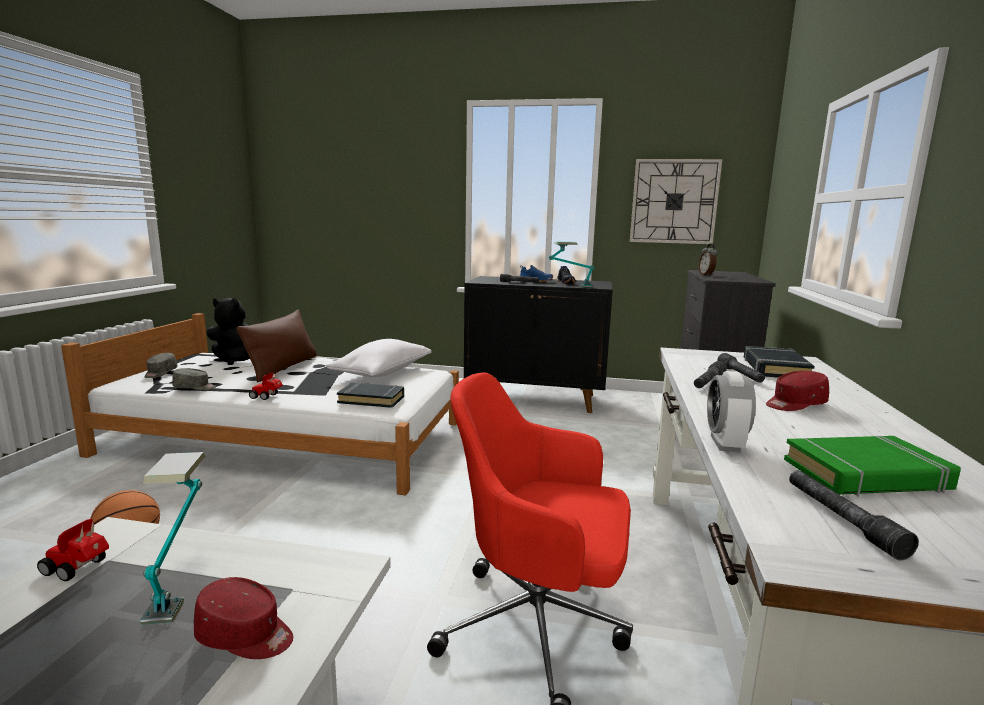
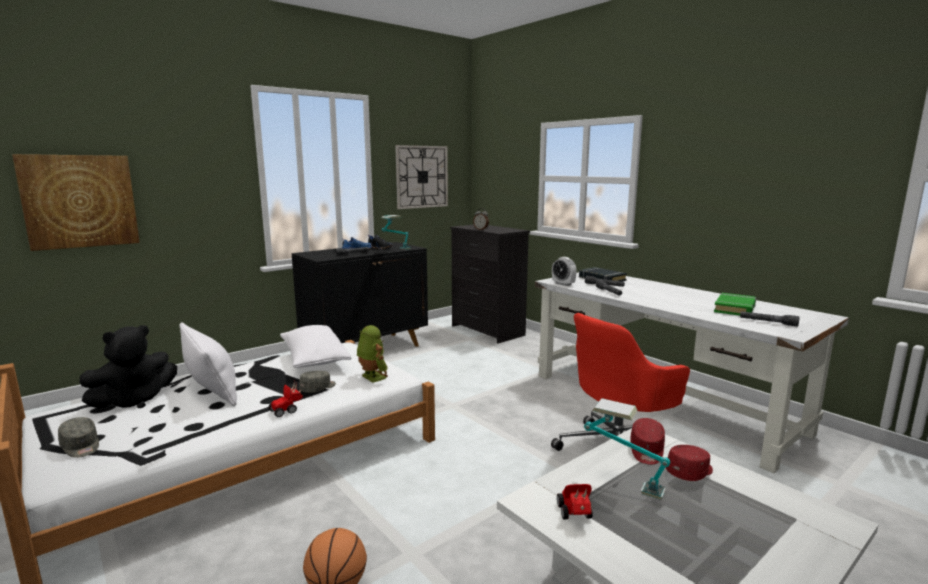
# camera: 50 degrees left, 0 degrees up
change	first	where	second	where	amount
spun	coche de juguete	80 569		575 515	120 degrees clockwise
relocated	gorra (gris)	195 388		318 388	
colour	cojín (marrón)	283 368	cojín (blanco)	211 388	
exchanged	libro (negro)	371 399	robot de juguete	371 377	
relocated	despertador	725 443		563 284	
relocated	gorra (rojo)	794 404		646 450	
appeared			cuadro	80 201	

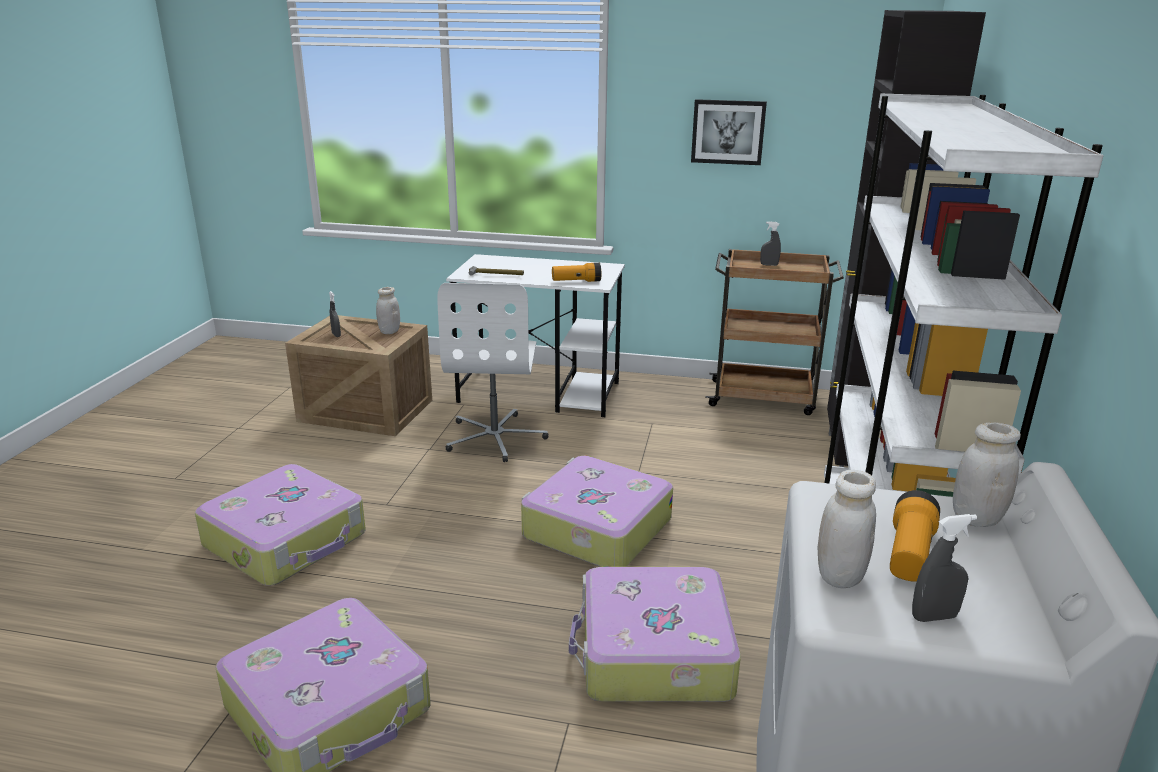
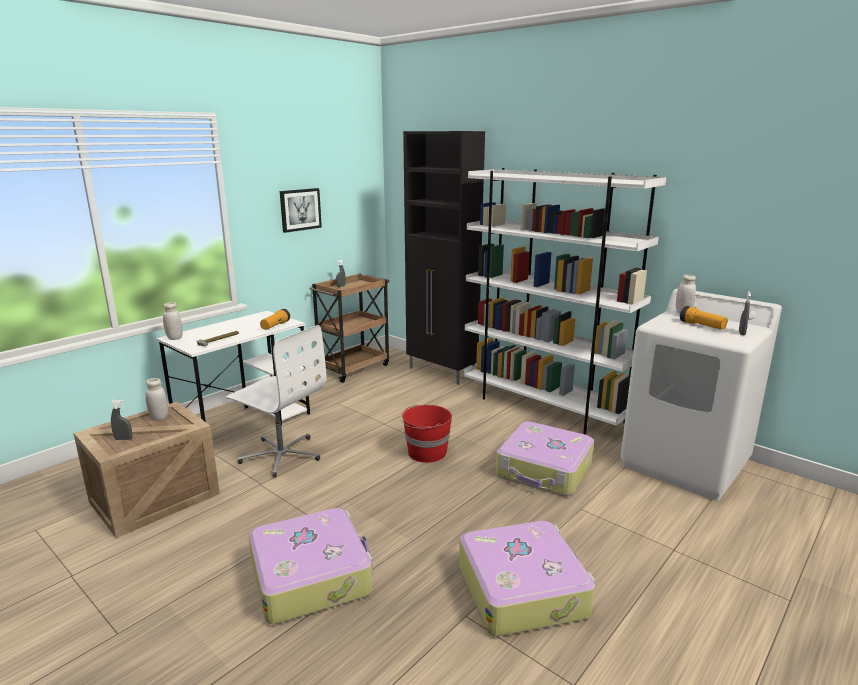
# camera: 60 degrees left, 5 degrees down
change	first	where	second	where	amount
exchanged	maleta	595 528	cubo (rojo)	426 453	
relocated	tarro (blanco)	839 576		174 338	

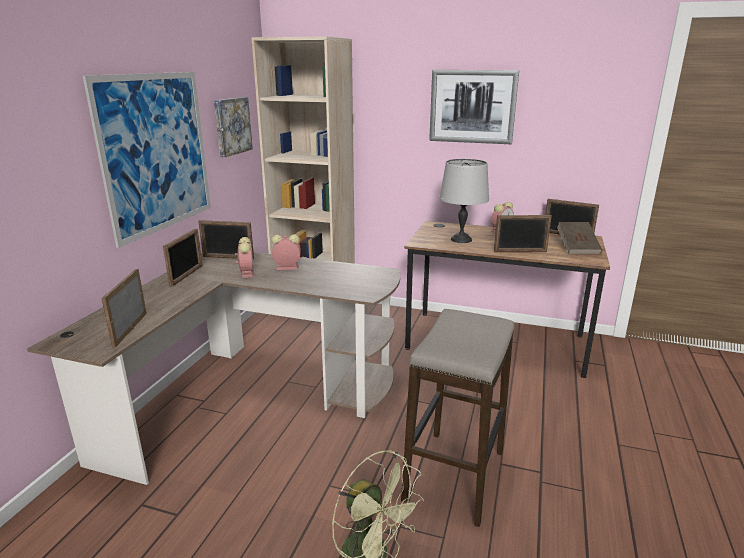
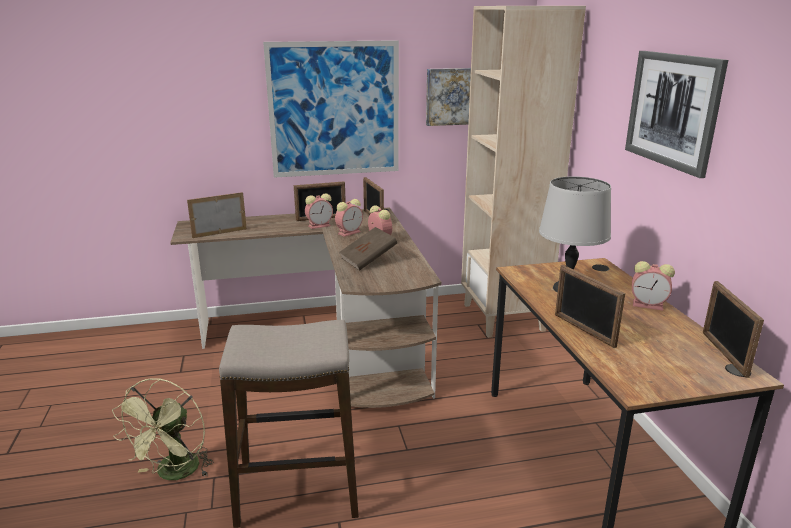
# camera: 60 degrees right, 0 degrees up
change	first	where	second	where	amount
relocated	libro (marrón)	577 248		368 260	
appeared			despertador	320 225	

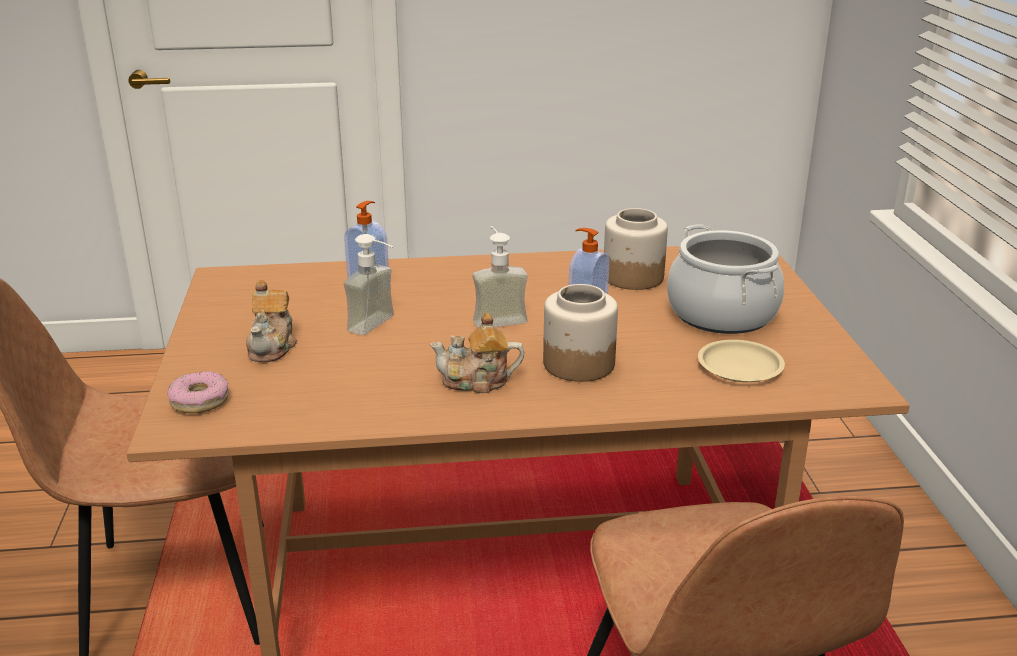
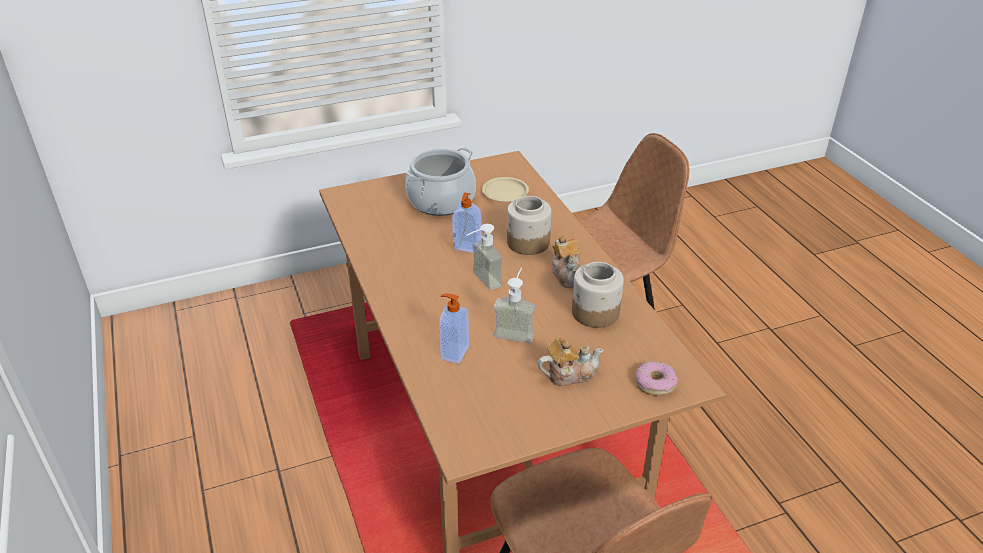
# camera: 105 degrees left, 10 degrees up
change	first	where	second	where	amount
relocated	tarro	632 277		595 313	

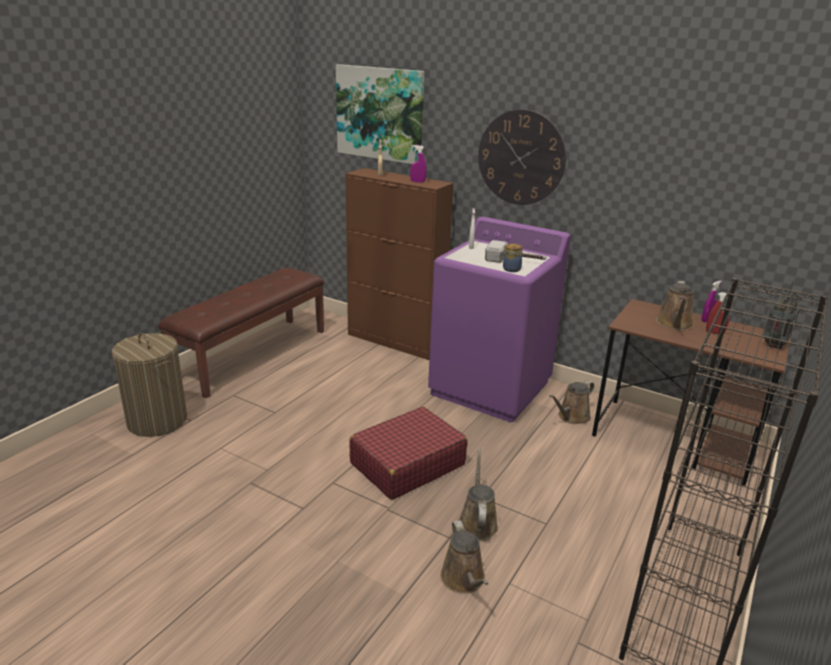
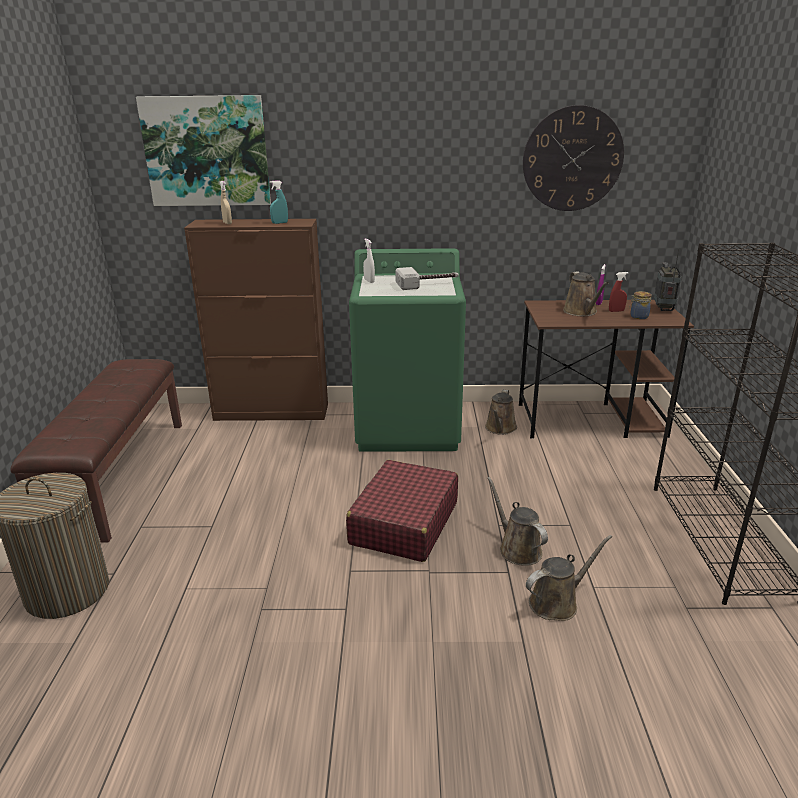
# camera: 30 degrees left, 0 degrees up
change	first	where	second	where	amount
colour	pulverizador (morado)	417 182	pulverizador (turquesa)	279 223	
colour	lavadora (morado)	491 388	lavadora (verde)	408 427	
spun	regadera (marrón)	464 580		557 602	75 degrees counterclockwise
relocated	reloj de pared	521 158		572 159	
relocated	tarro	510 269		638 316	

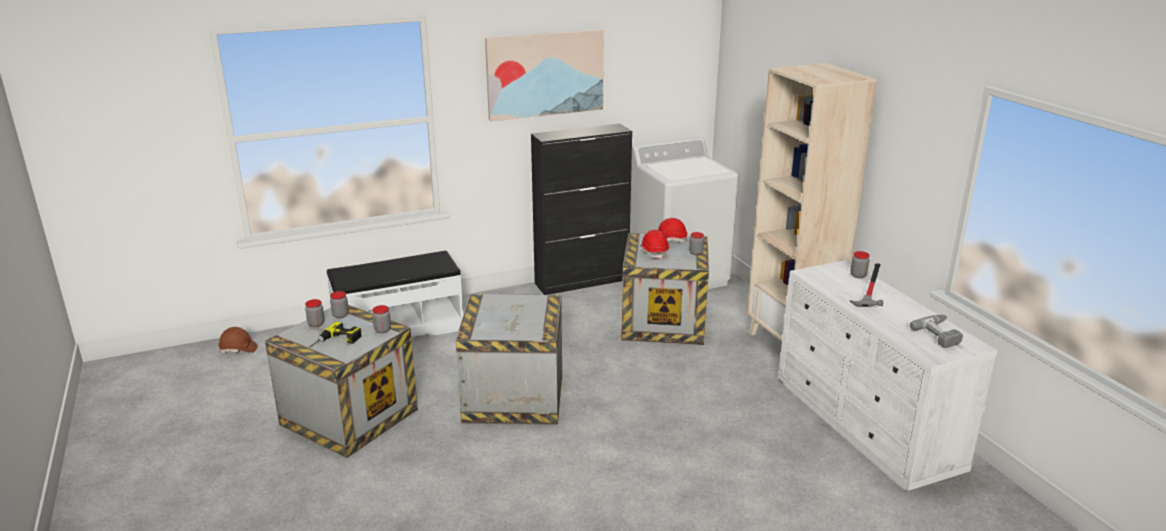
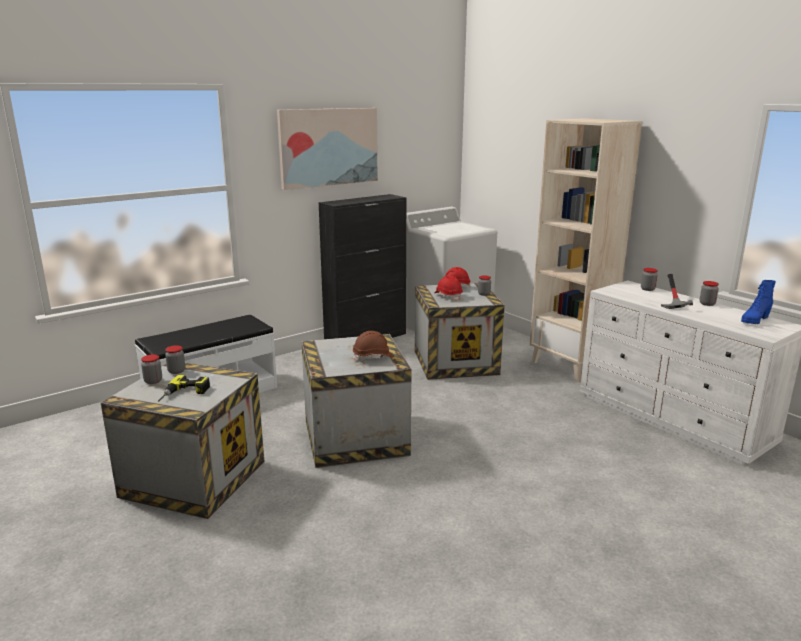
# camera: 15 degrees left, 5 degrees down
change	first	where	second	where	amount
relocated	casco (marrón)	238 350		373 357	
relocated	tarro	382 330		707 304	
exchanged	taladro	941 334	bota (azul)	754 320	

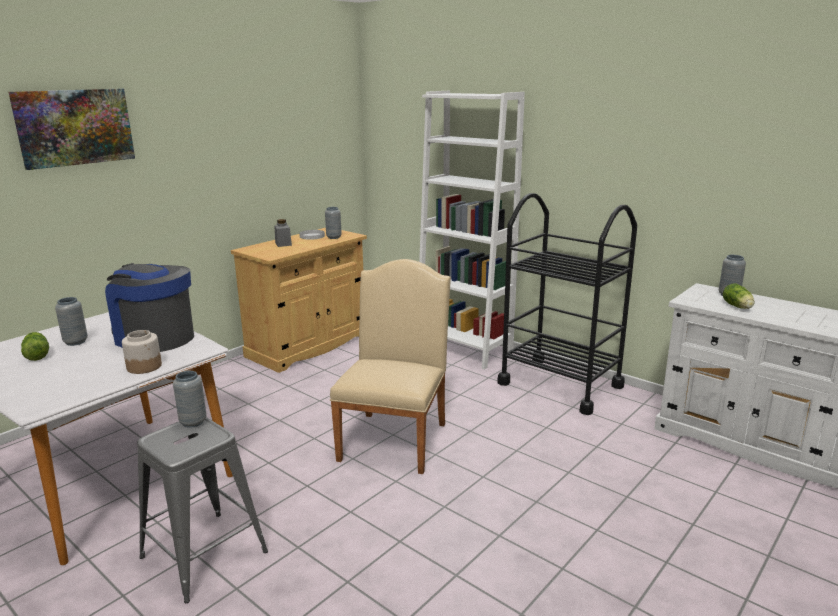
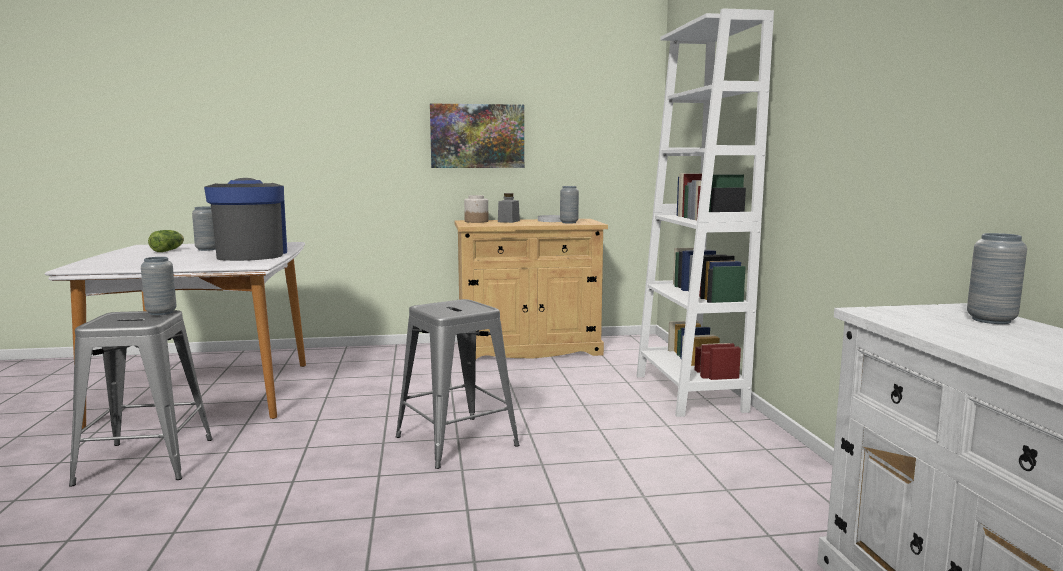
# camera: 40 degrees right, 10 degrees down
change	first	where	second	where	amount
relocated	cuadro	75 127		477 136	
relocated	tarro	144 366		476 221	
exchanged	silla (beis)	396 437	taburete (gris)	455 441	
missing	carrito (negro)	560 385			
missing	lechuga	738 307			

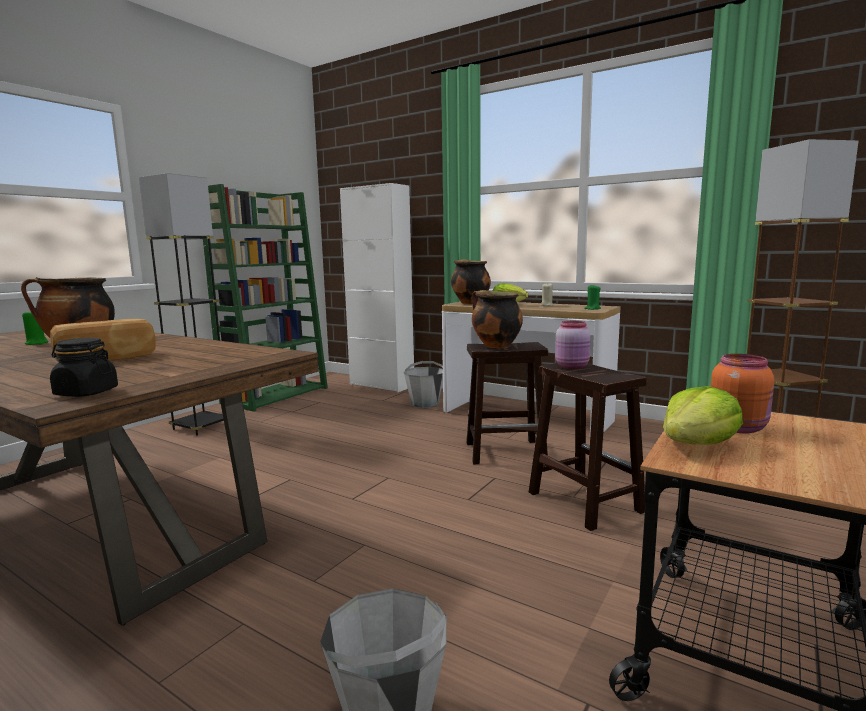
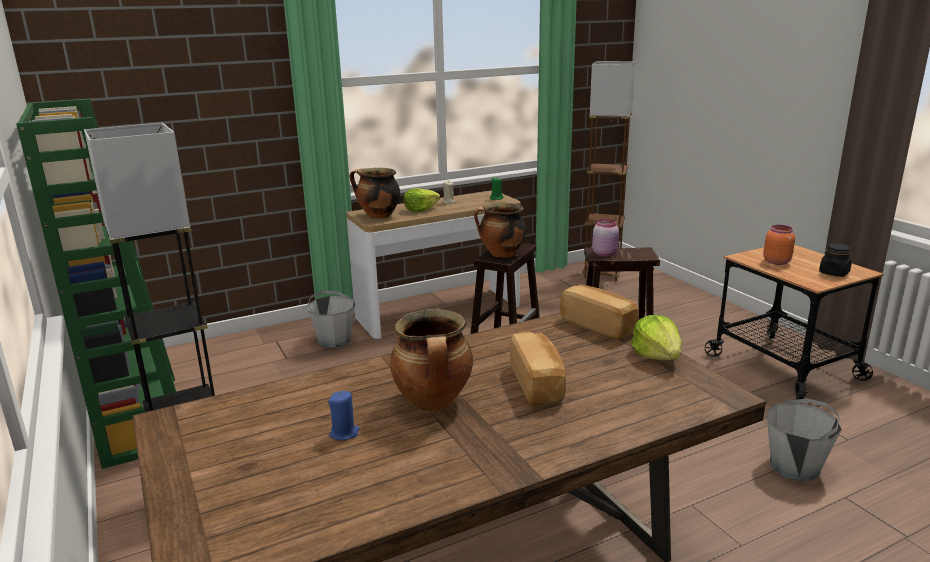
# camera: 60 degrees left, 10 degrees up
change	first	where	second	where	amount
colour	vela (verde)	37 343	vela (azul)	344 433	
relocated	tarro (negro)	86 393		834 273	
missing	armario (blanco)	381 385			
relocated	lechuga	697 444		657 356	
appeared			pan	598 325	

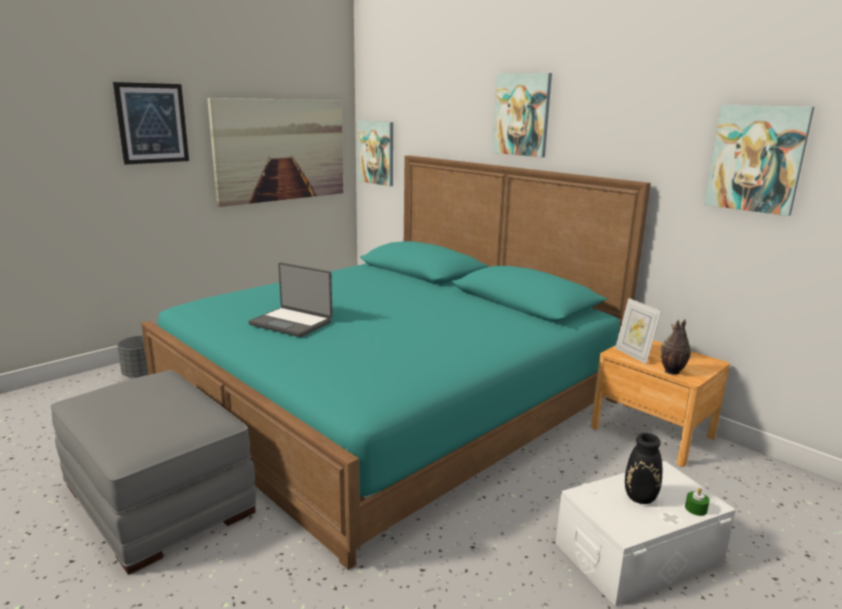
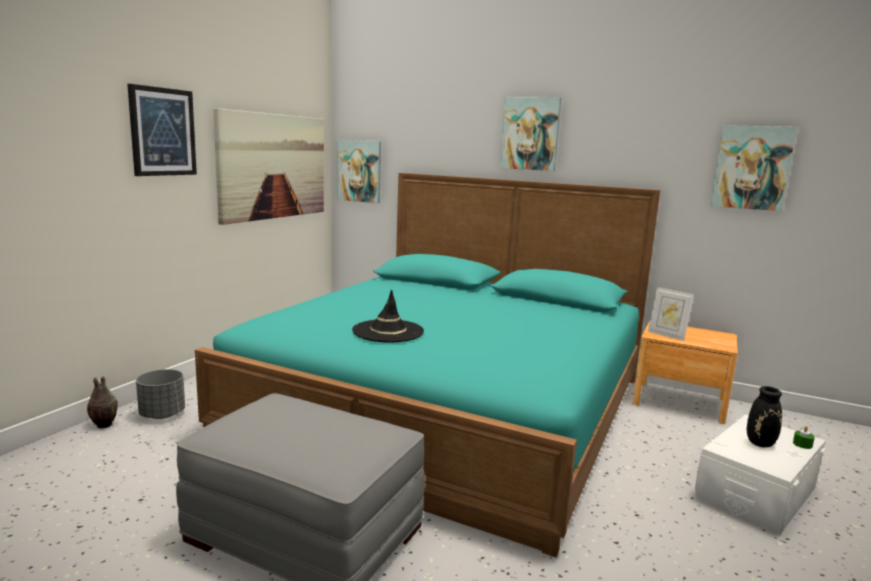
# camera: 20 degrees left, 5 degrees down
change	first	where	second	where	amount
exchanged	portátil	292 323	sombrero (negro)	388 331	
relocated	florero	671 372		103 425	

